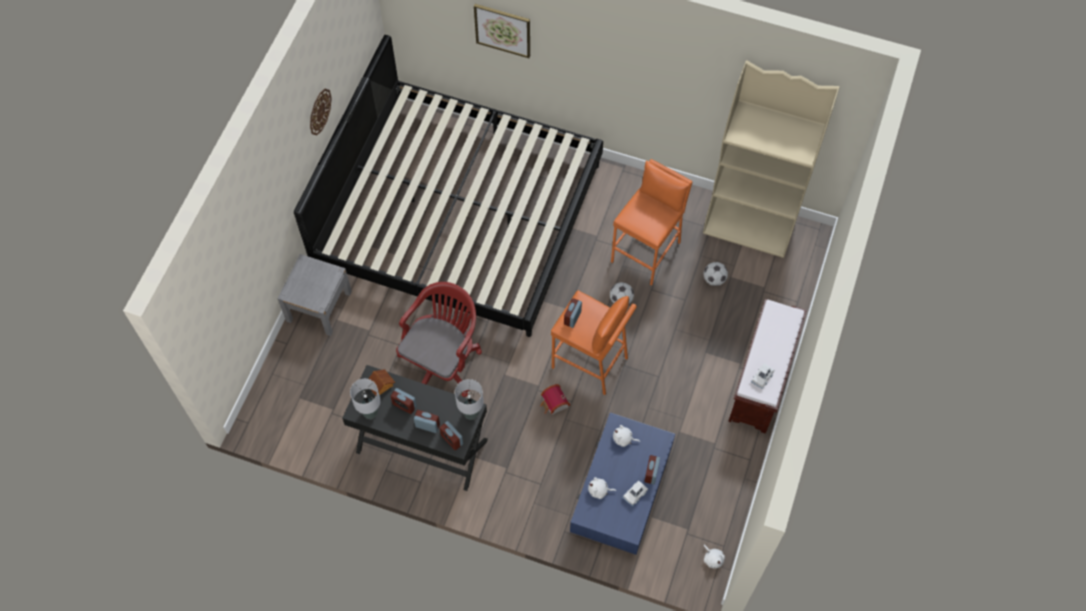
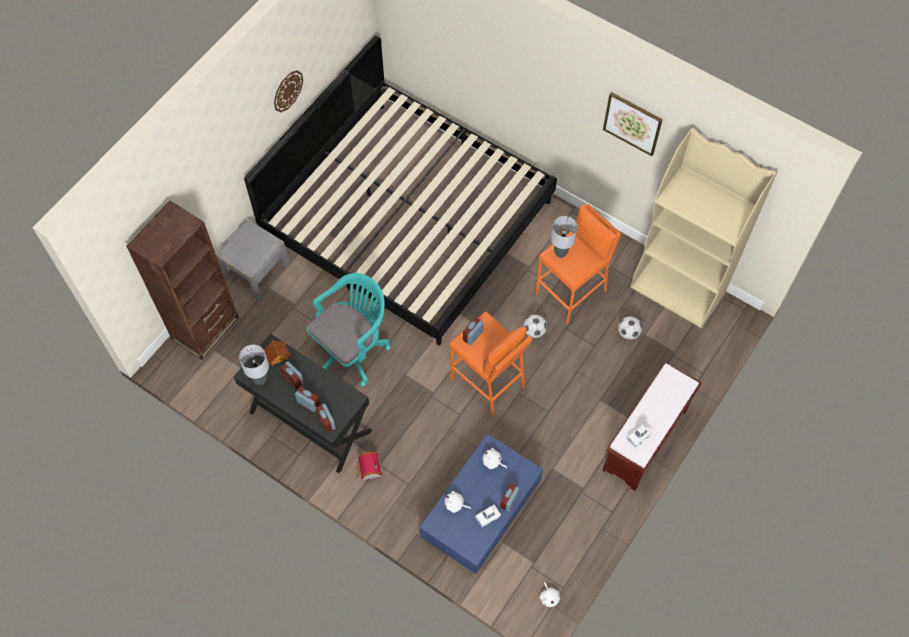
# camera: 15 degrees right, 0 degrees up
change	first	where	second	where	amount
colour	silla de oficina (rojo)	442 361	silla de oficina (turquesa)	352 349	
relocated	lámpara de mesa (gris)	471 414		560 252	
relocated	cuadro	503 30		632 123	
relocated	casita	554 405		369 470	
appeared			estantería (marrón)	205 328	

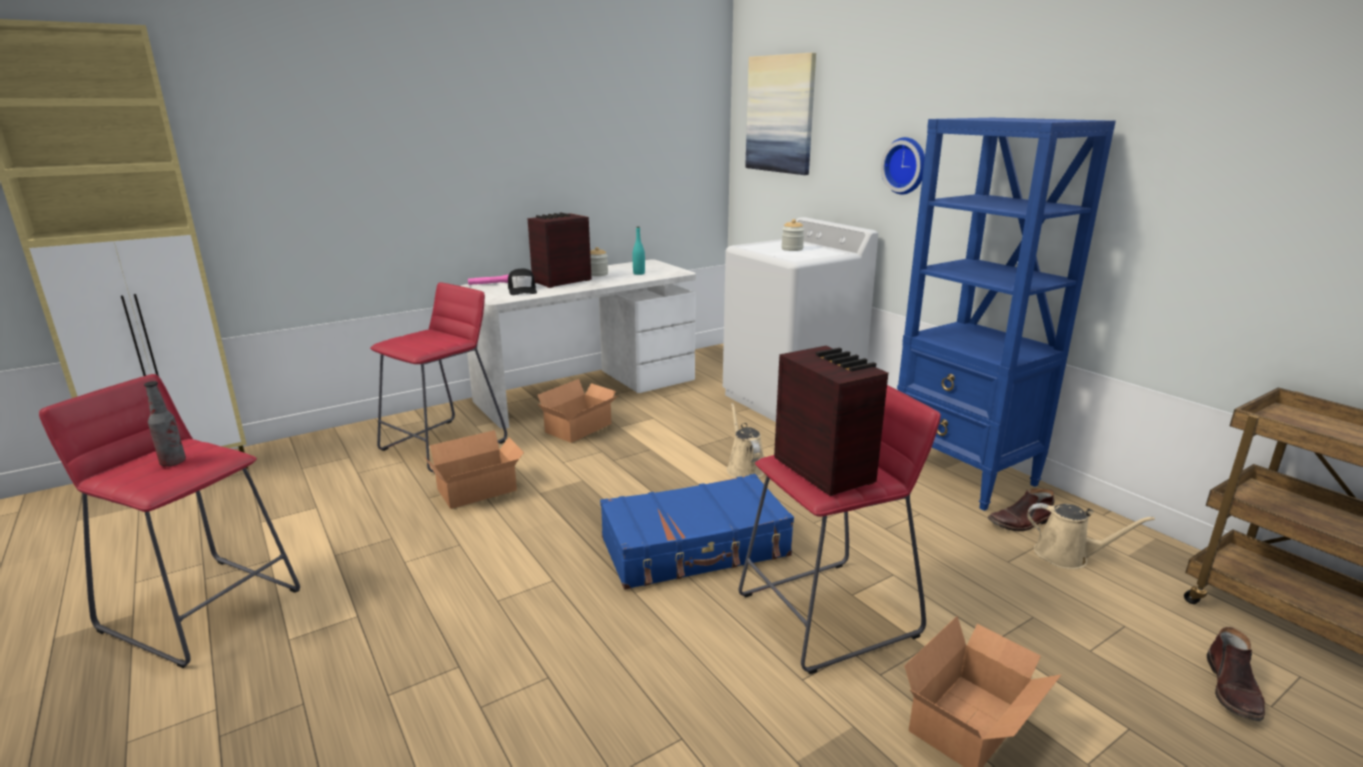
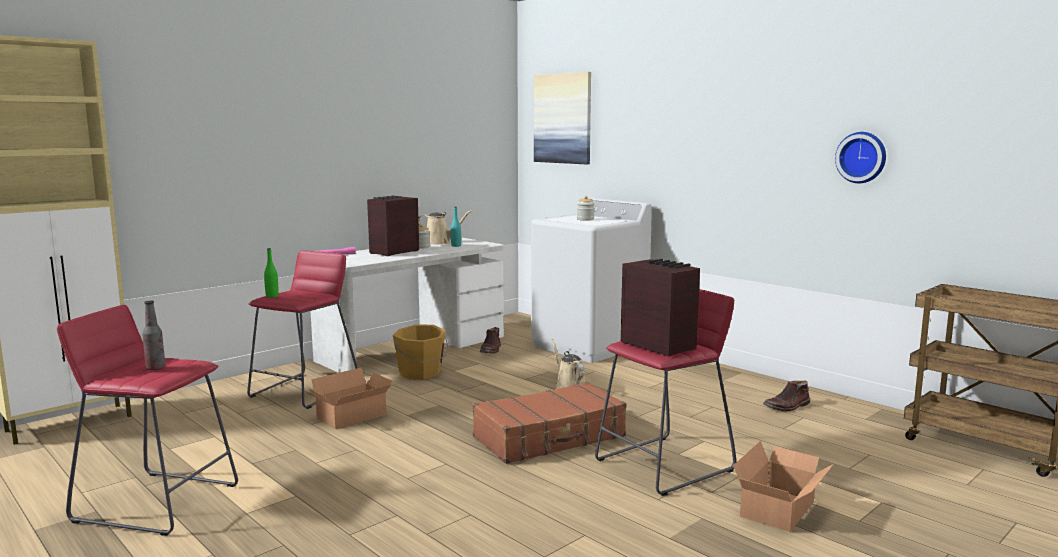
# camera: 10 degrees left, 10 degrees down
change	first	where	second	where	amount
missing	gorra (negro)	522 289			
exchanged	caja de cartón	581 428	cubo (naranja)	420 373	
colour	maleta (azul)	695 548	maleta (marrón)	550 437	
relocated	reloj de pared	906 165		862 157	
missing	estantería (azul)	963 475			
relocated	regadera (beis)	1067 556		440 242	
relocated	bota (marrón)	1233 690		491 350	
appeared			botella (verde)	272 296	

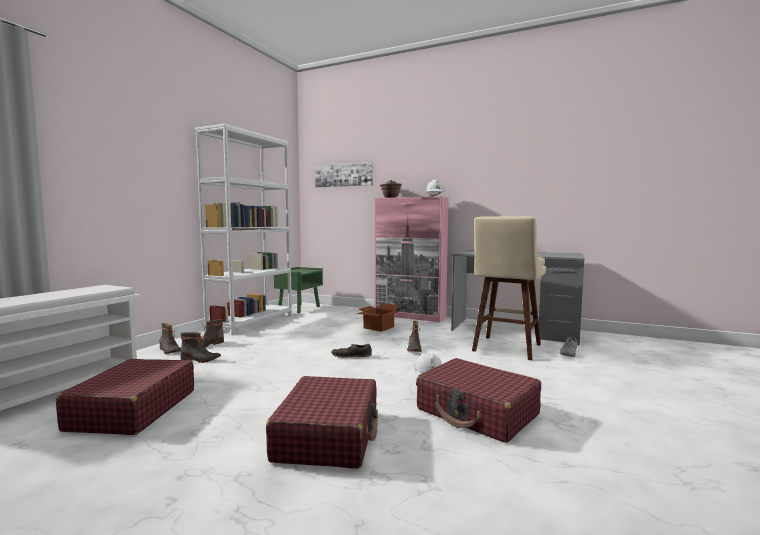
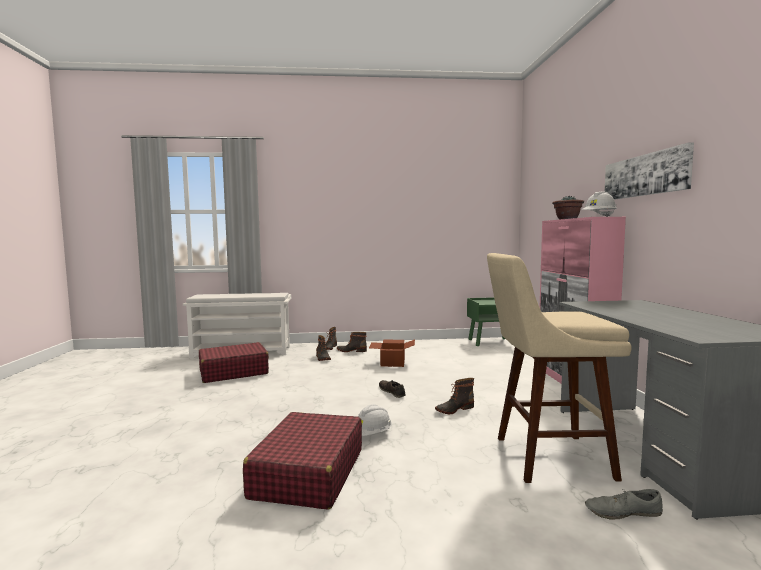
# camera: 60 degrees right, 0 degrees up
change	first	where	second	where	amount
missing	estantería (blanco)	251 322			
missing	maleta (rojo)	328 435			
relocated	cuadro	343 175		645 175	
relocated	caja de cartón	378 327		392 363	

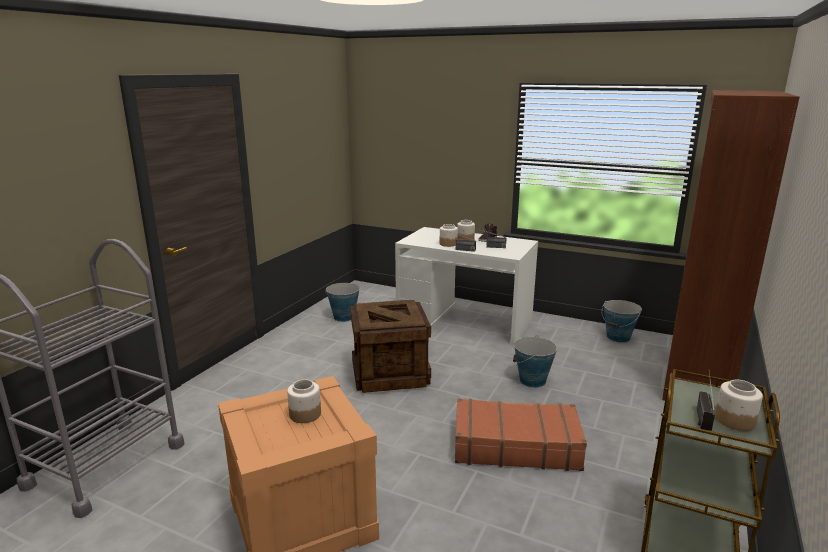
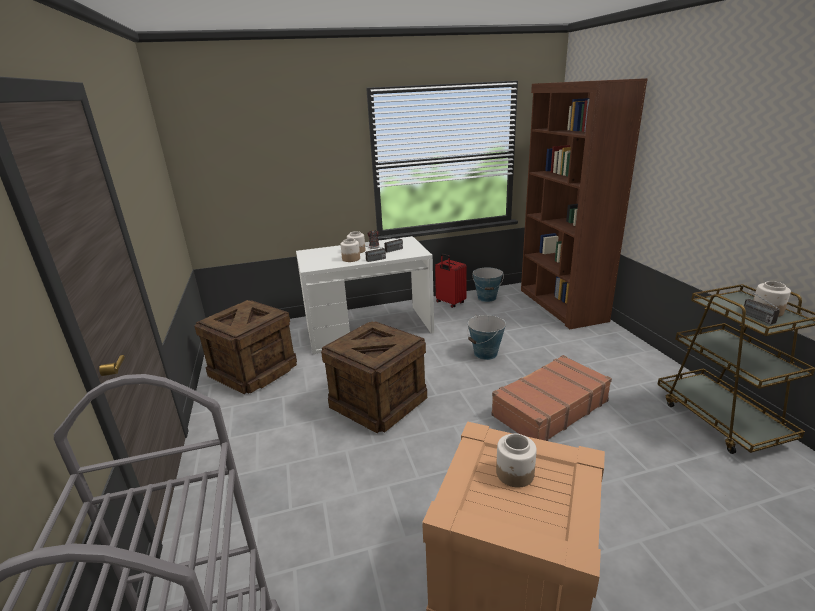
# camera: 40 degrees left, 5 degrees up
change	first	where	second	where	amount
exchanged	cubo	343 317	caja de embalaje	254 371	
appeared			maleta (rojo)	450 303	

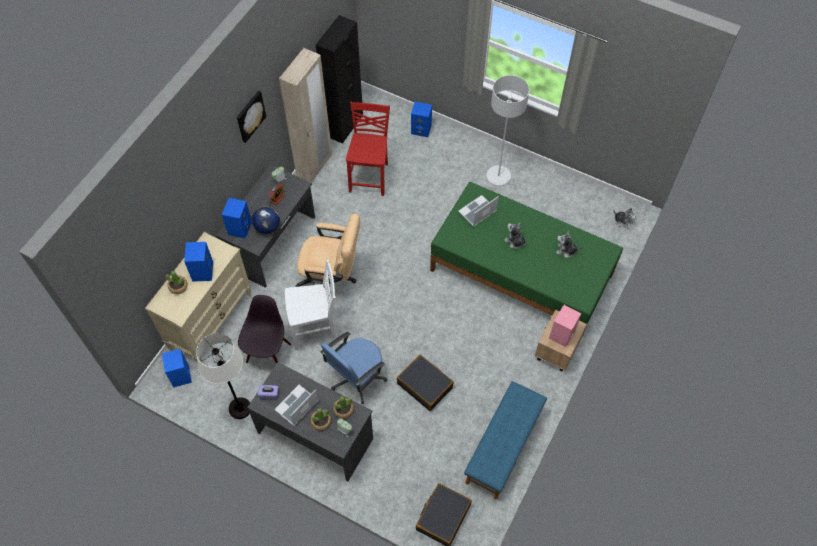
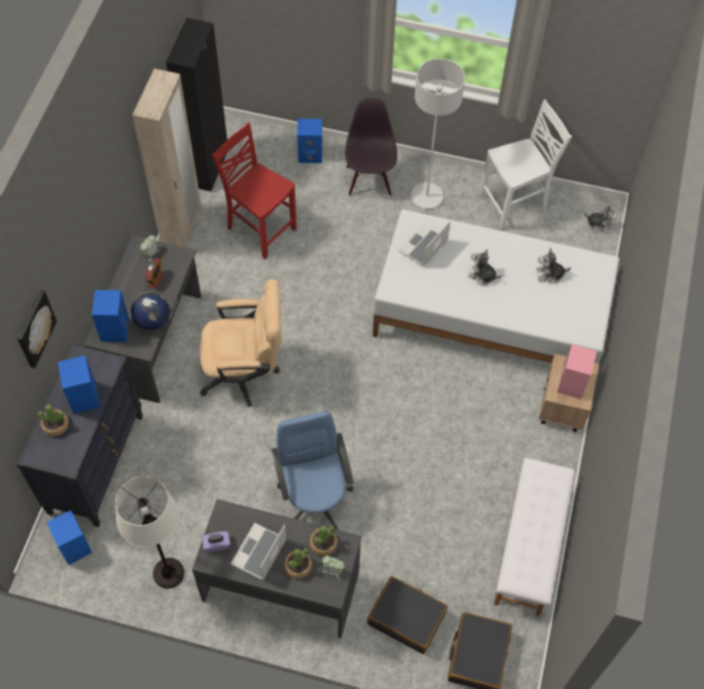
# camera: 15 degrees left, 0 degrees up
change	first	where	second	where	amount
colour	cómoda (beis)	211 321	cómoda (negro)	96 463	
relocated	cuadro	250 116		34 328	
relocated	silla (negro)	268 352		369 180	
relocated	silla (blanco)	316 330		514 203	
spun	silla de oficina (azul)	356 378		314 498	135 degrees clockwise
spun	silla (rojo)	370 177		260 229	45 degrees counterclockwise
relocated	maleta (negro)	425 385		406 617	
colour	cama (verde)	521 273	cama (blanco)	490 316	
colour	banco (azul)	503 447	banco (blanco)	530 546	

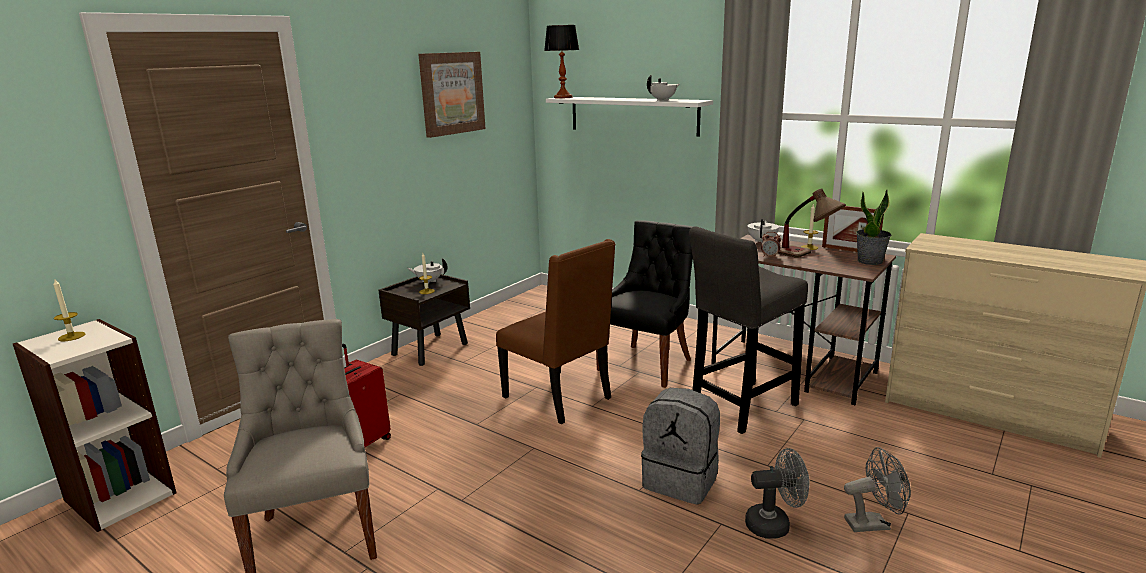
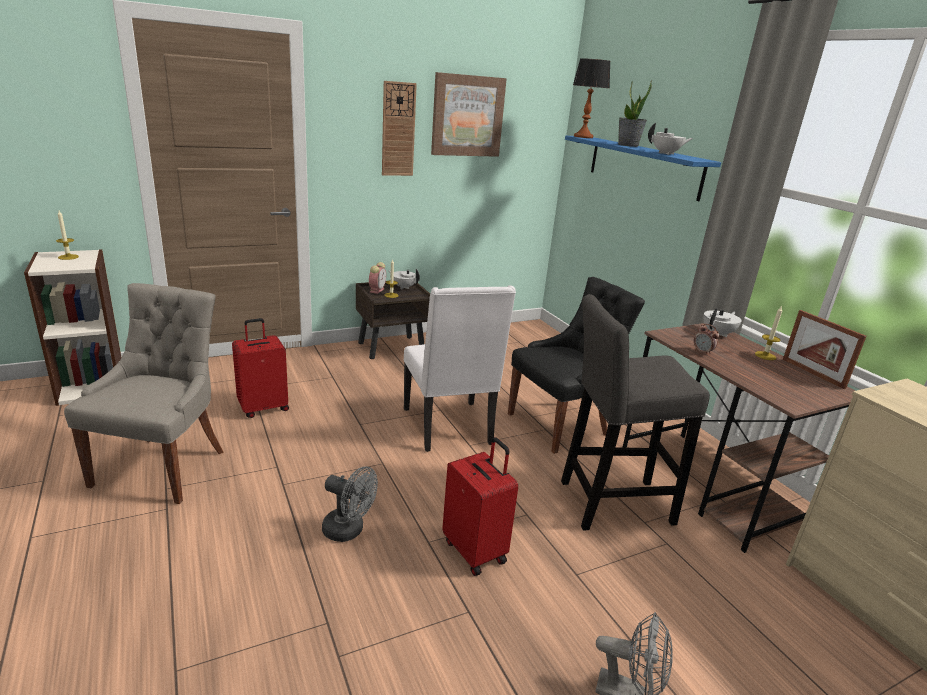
# camera: 25 degrees right, 5 degrees up
change	first	where	second	where	amount
colour	silla (marrón)	560 398	silla (blanco)	449 427	
colour	estante (blanco)	633 115	estante (azul)	643 166	
exchanged	mochila (gris)	681 480	maleta (rojo)	476 551	
relocated	ventilador (gris)	774 524		349 530	
missing	lámpara de mesa	808 256			
relocated	planta en maceta	870 261		628 145	
appeared			despertador	377 290	
appeared			reloj de pared	398 129	

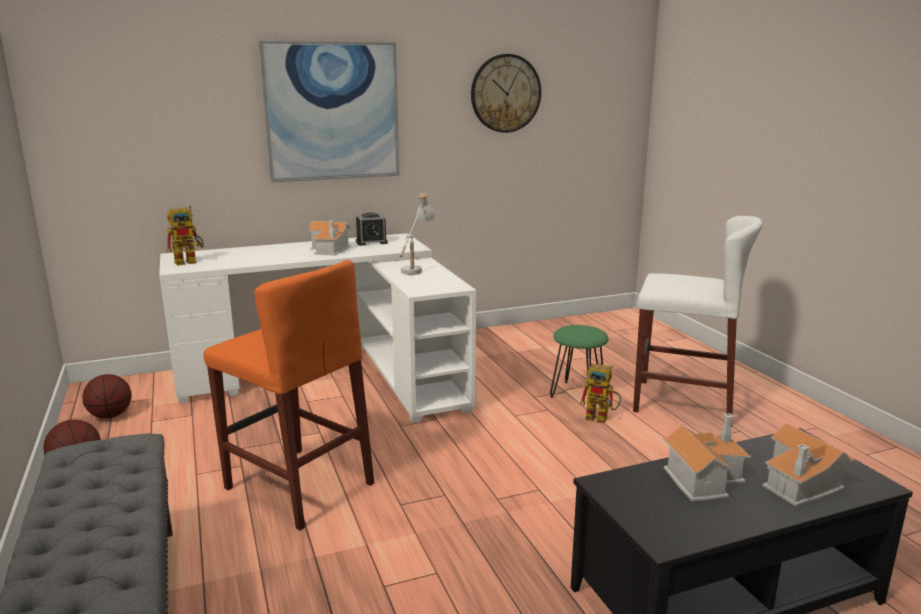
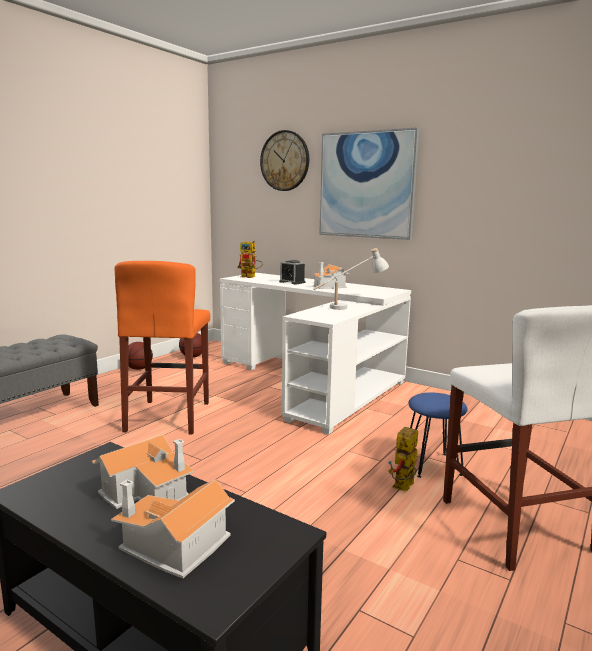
# camera: 55 degrees right, 5 degrees down
change	first	where	second	where	amount
relocated	despertador	371 242		292 282	
relocated	reloj de pared	505 93		285 161	
colour	taburete (verde)	577 393	taburete (azul)	431 465	
spun	robot de juguete	602 418		403 488	45 degrees clockwise

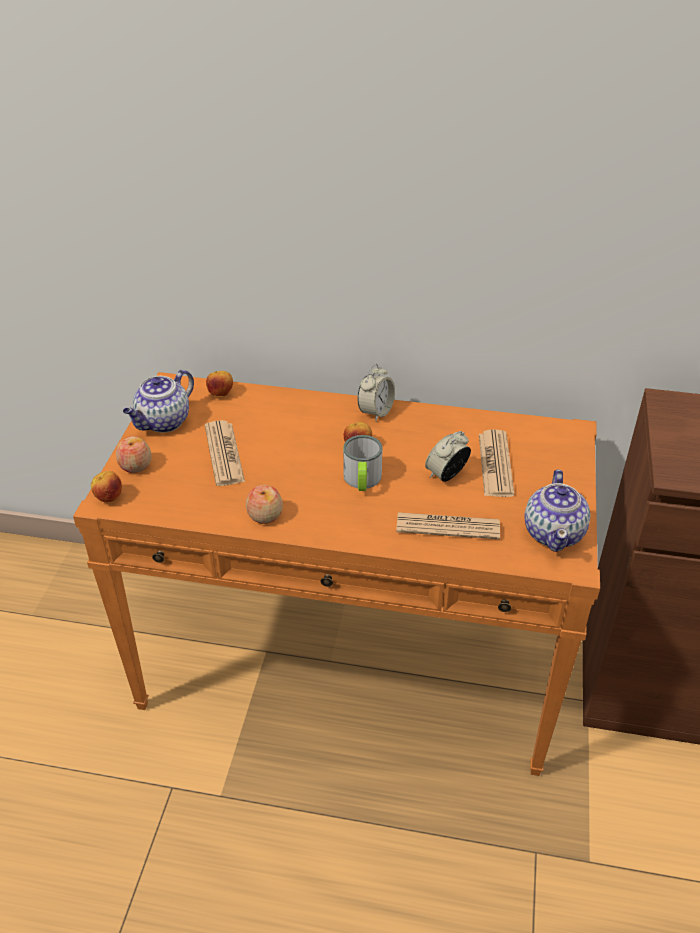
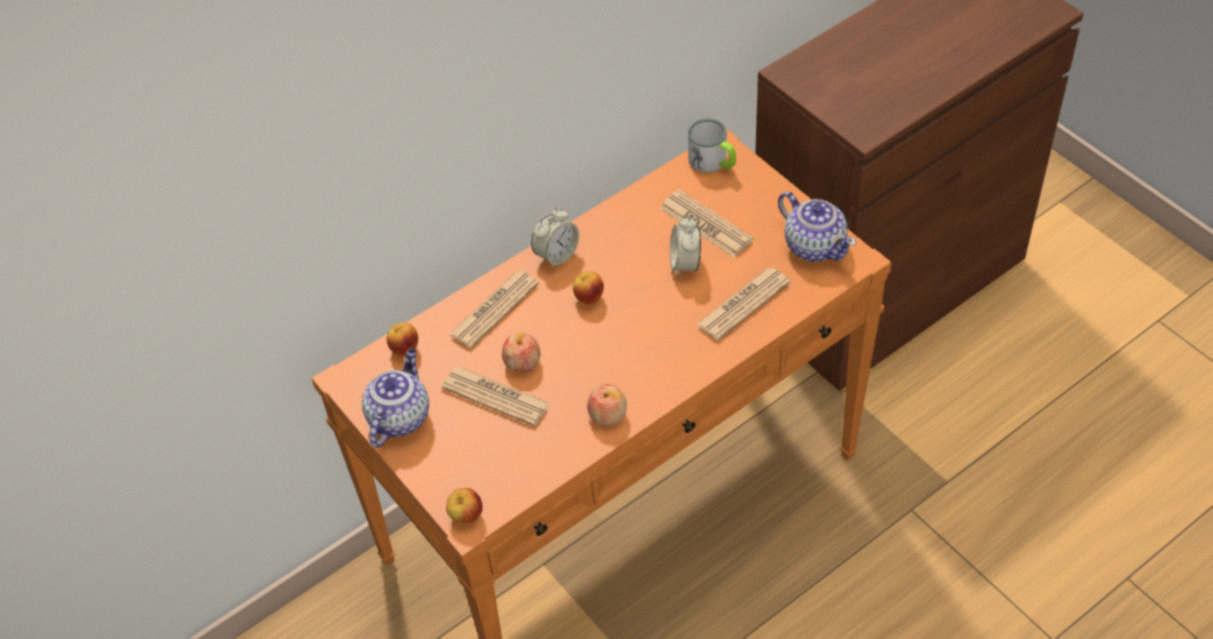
# camera: 45 degrees left, 10 degrees up
change	first	where	second	where	amount
relocated	manzana	135 465		522 362	
spun	tetera	163 422		399 417	150 degrees counterclockwise
relocated	taza grande	362 481		713 162	
spun	despertador	376 412		556 255	60 degrees clockwise
appeared			periódico	494 309	

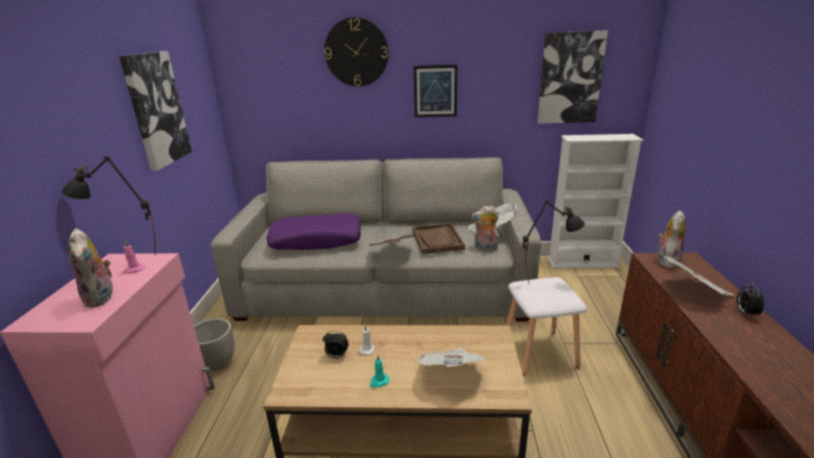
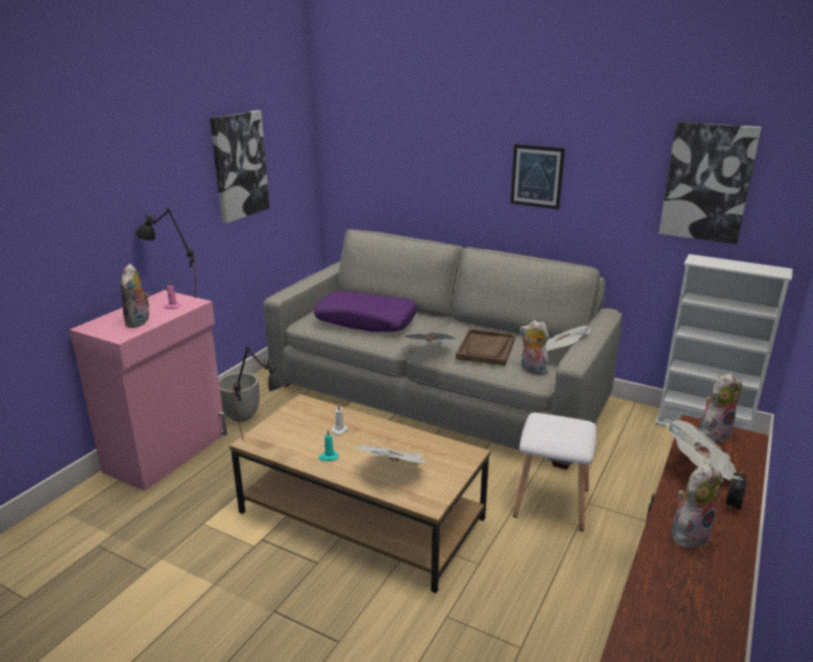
# camera: 25 degrees right, 0 degrees up
change	first	where	second	where	amount
missing	despertador	336 356			
missing	reloj de pared	356 52			
relocated	lámpara de mesa (negro)	547 280		266 443	
appeared			peluche	689 534	

